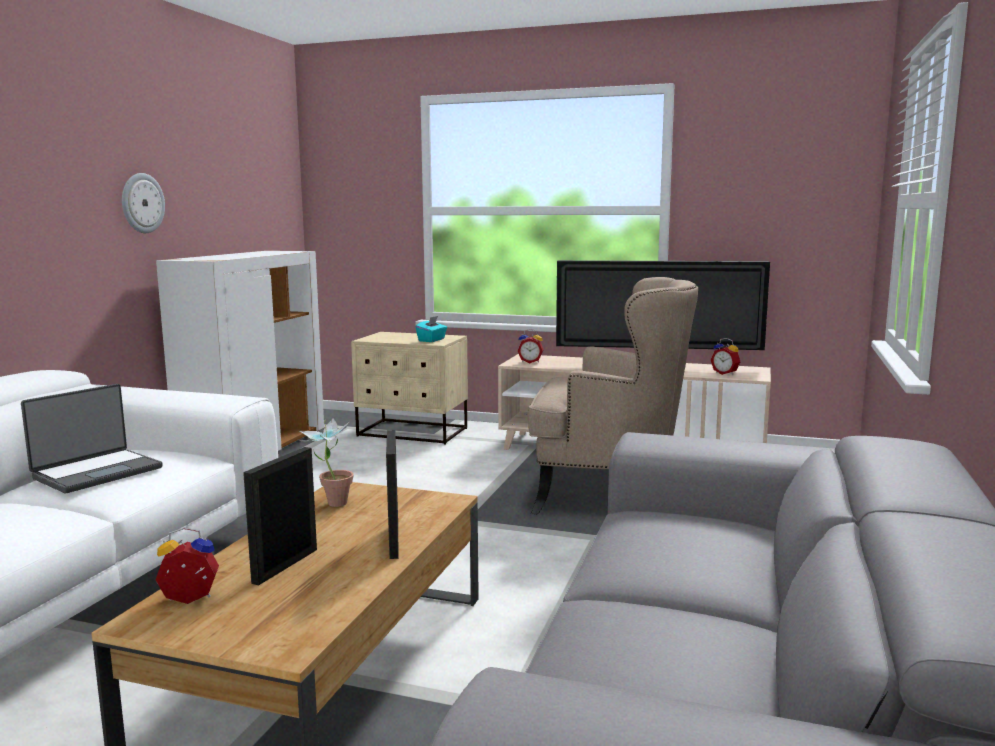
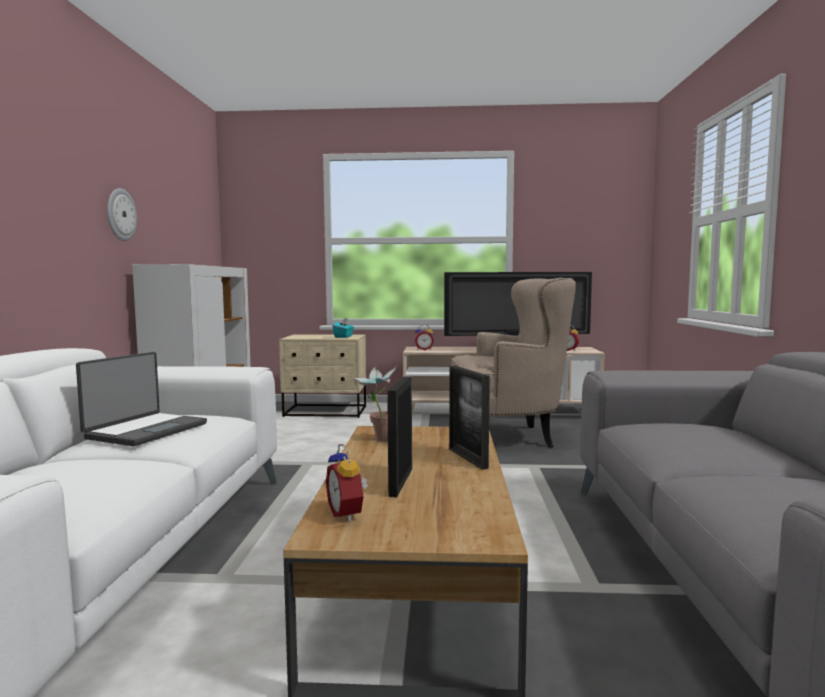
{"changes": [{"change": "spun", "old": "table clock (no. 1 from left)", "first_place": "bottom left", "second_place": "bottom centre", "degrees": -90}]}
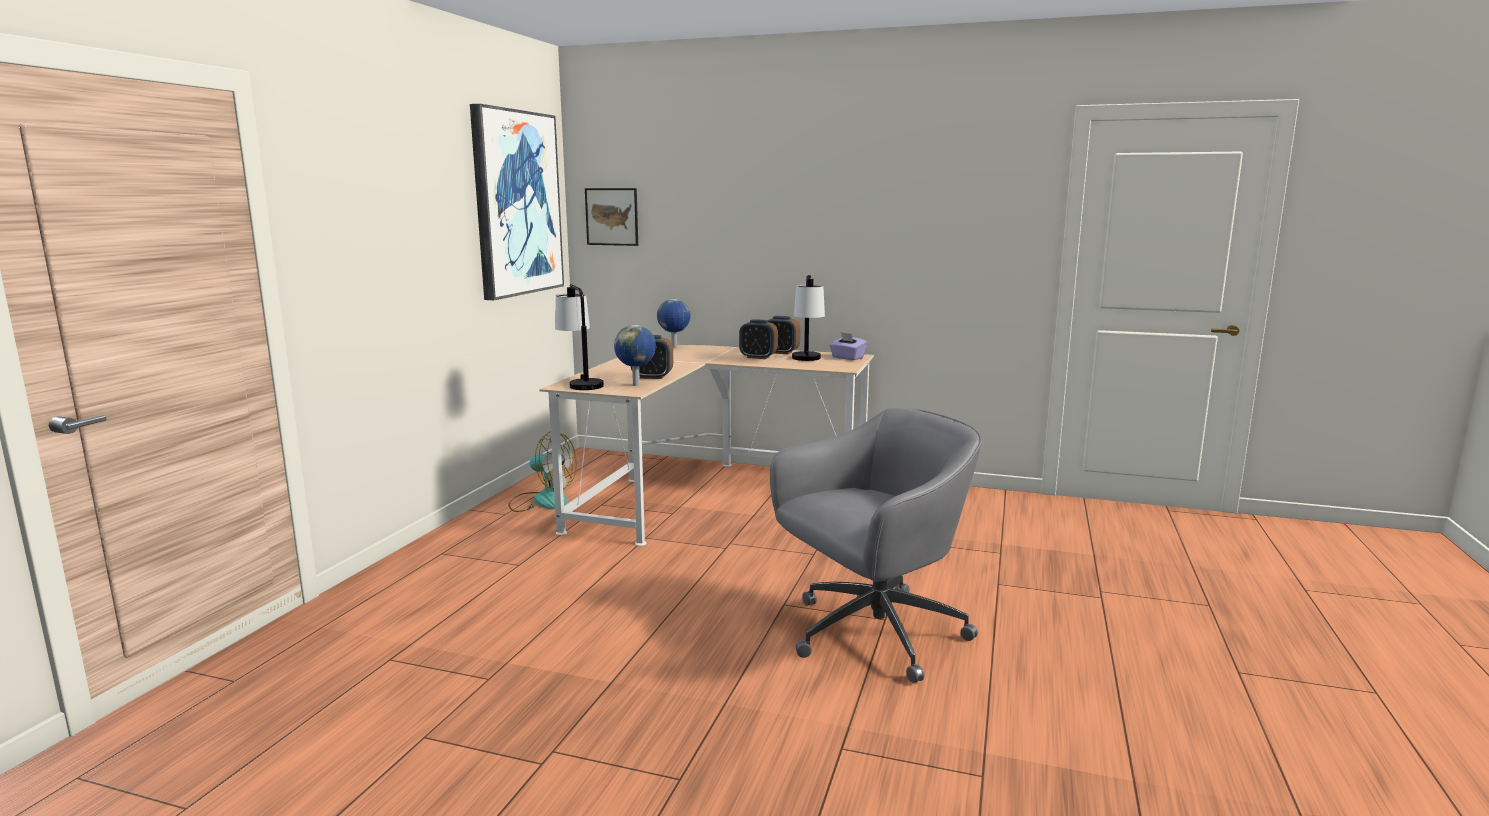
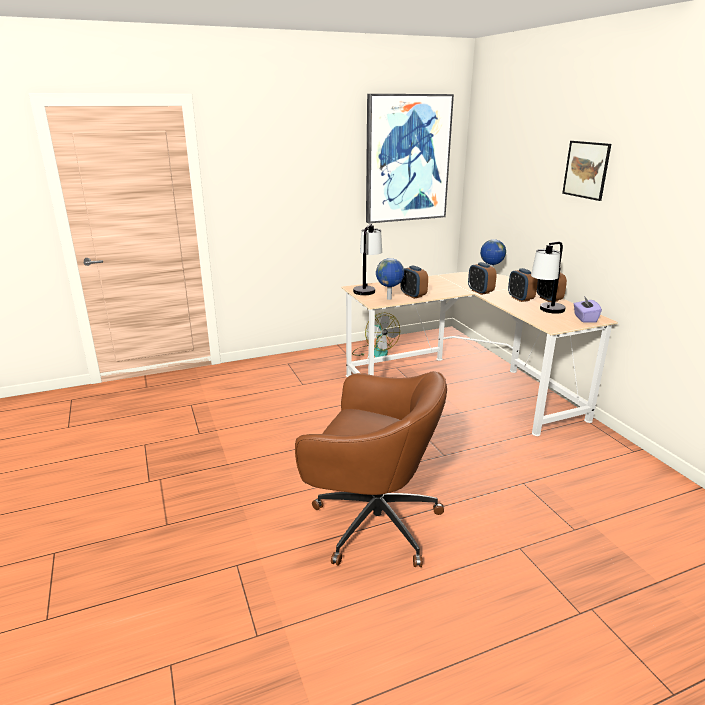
{"changes": [{"change": "appeared", "new": "table clock (no. 2 from left)", "second_place": "middle right"}, {"change": "relocated", "old": "picture (no. 2 from left)", "first_place": "top centre", "second_place": "top right"}, {"change": "colour", "old": "grey computer chair", "new": "brown-coloured computer chair", "first_place": "bottom centre", "second_place": "centre"}]}
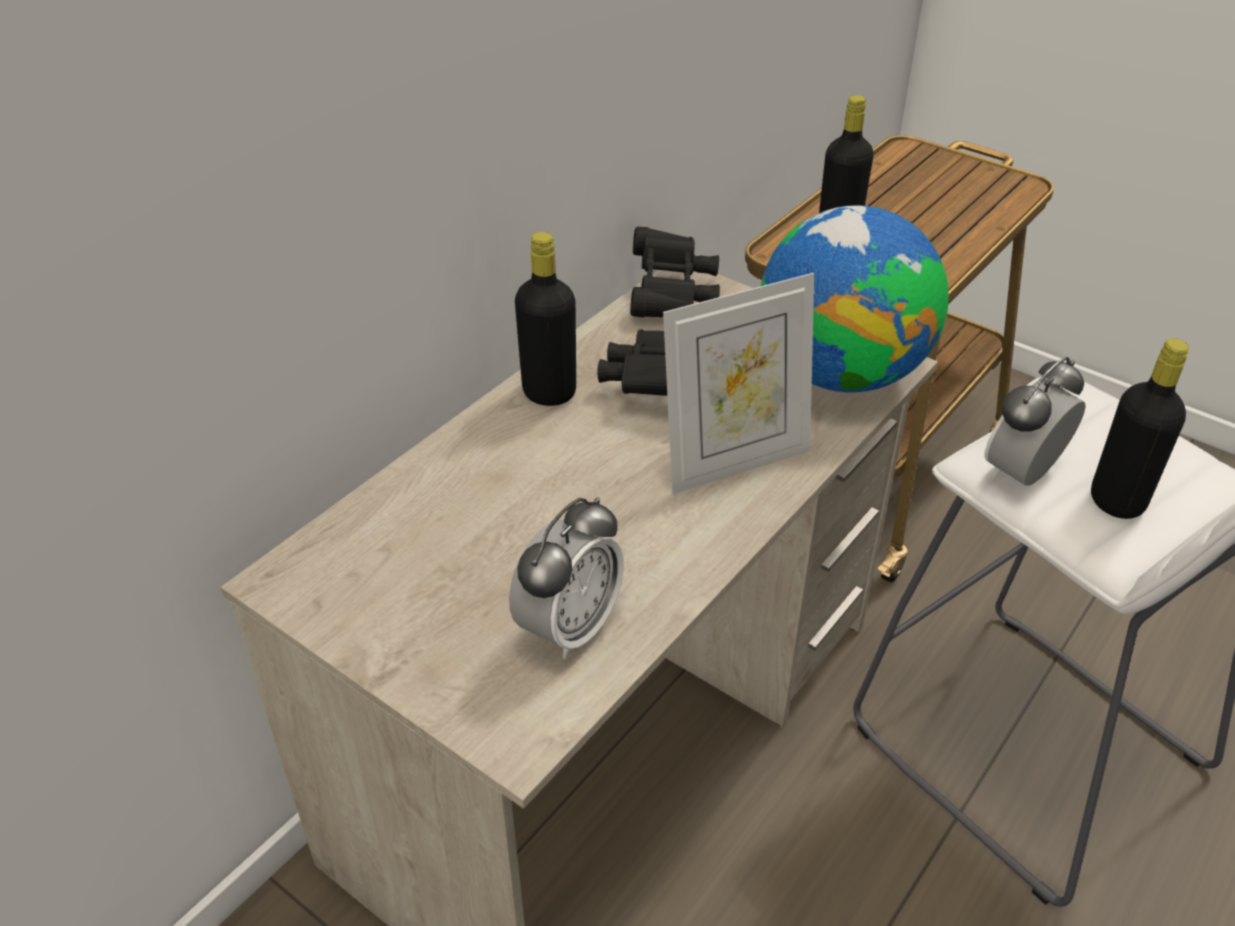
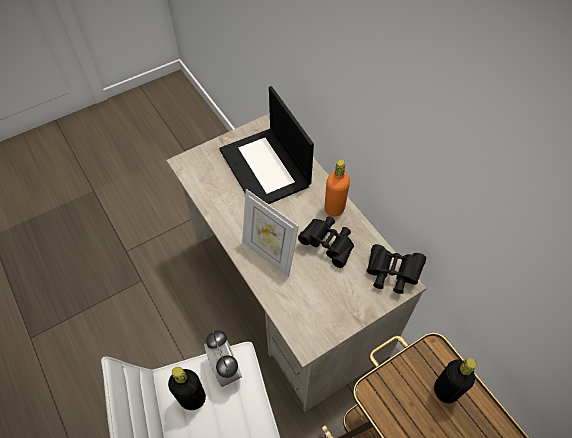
{"changes": [{"change": "missing", "old": "table clock (no. 1 from left)", "first_place": "centre"}, {"change": "missing", "old": "globe", "first_place": "top right"}, {"change": "appeared", "new": "notebook computer", "second_place": "top centre"}, {"change": "colour", "old": "black-coloured beverage bottle (no. 1 from left)", "new": "orange beverage bottle", "first_place": "centre", "second_place": "centre"}, {"change": "spun", "old": "standing frame", "first_place": "centre", "second_place": "centre", "degrees": -45}]}
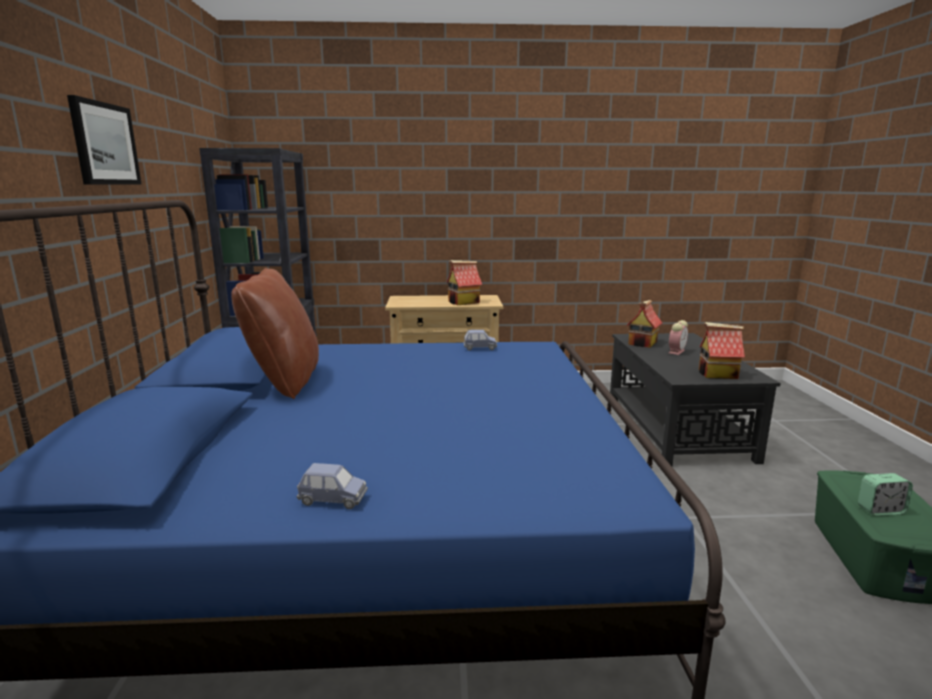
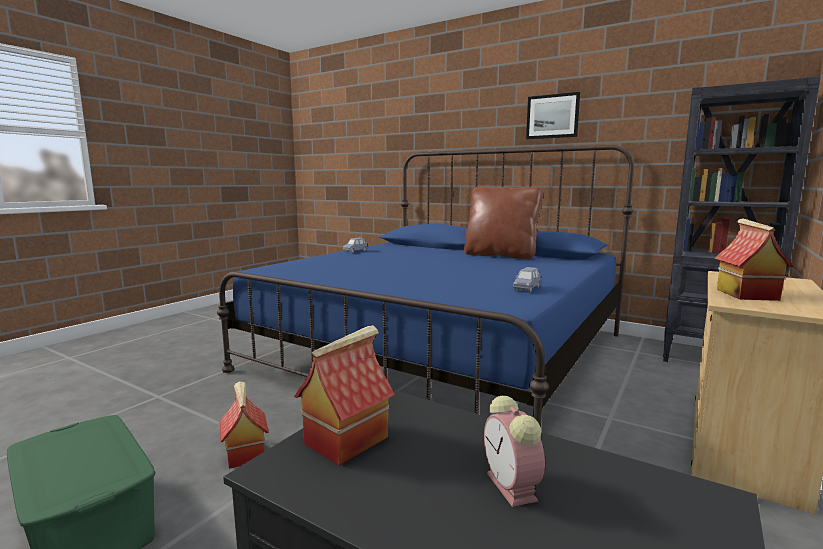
{"changes": [{"change": "missing", "old": "table clock (no. 2 from left)", "first_place": "bottom right"}, {"change": "relocated", "old": "miniature house (no. 2 from left in the first image)", "new": "miniature house (no. 1 from left)", "first_place": "middle right", "second_place": "bottom left"}]}
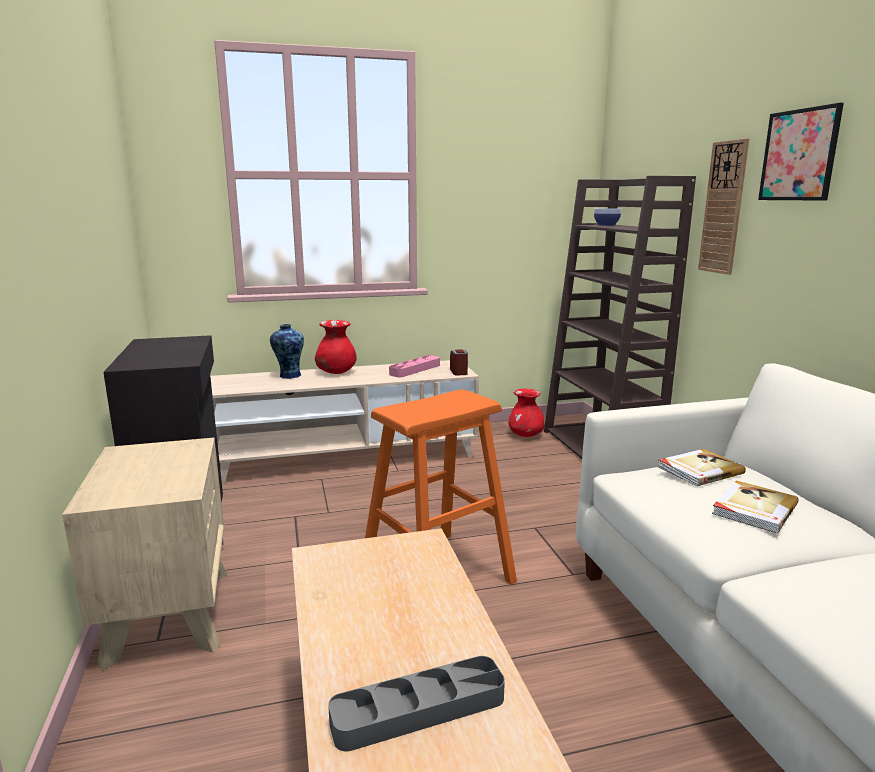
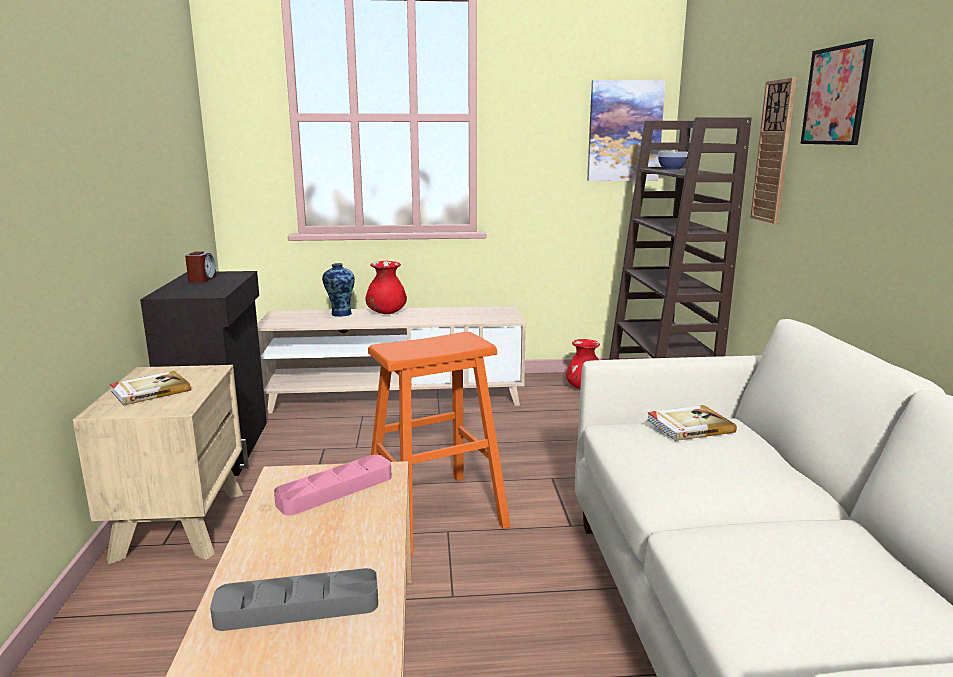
{"changes": [{"change": "appeared", "new": "picture (no. 1 from left)", "second_place": "top centre"}, {"change": "relocated", "old": "pink carrying tray", "first_place": "centre", "second_place": "bottom centre"}, {"change": "relocated", "old": "table clock", "first_place": "centre", "second_place": "middle left"}, {"change": "relocated", "old": "volume (no. 2 from left in the first image)", "new": "volume (no. 1 from left)", "first_place": "middle right", "second_place": "middle left"}]}
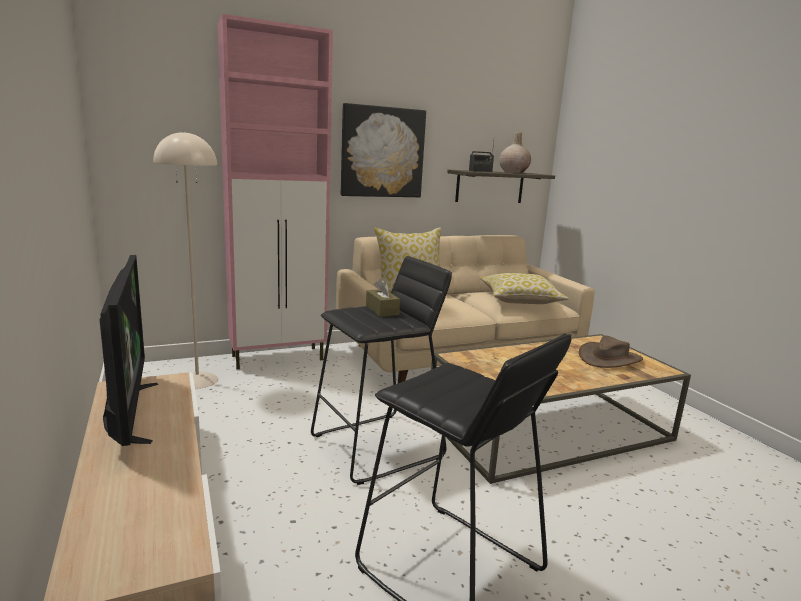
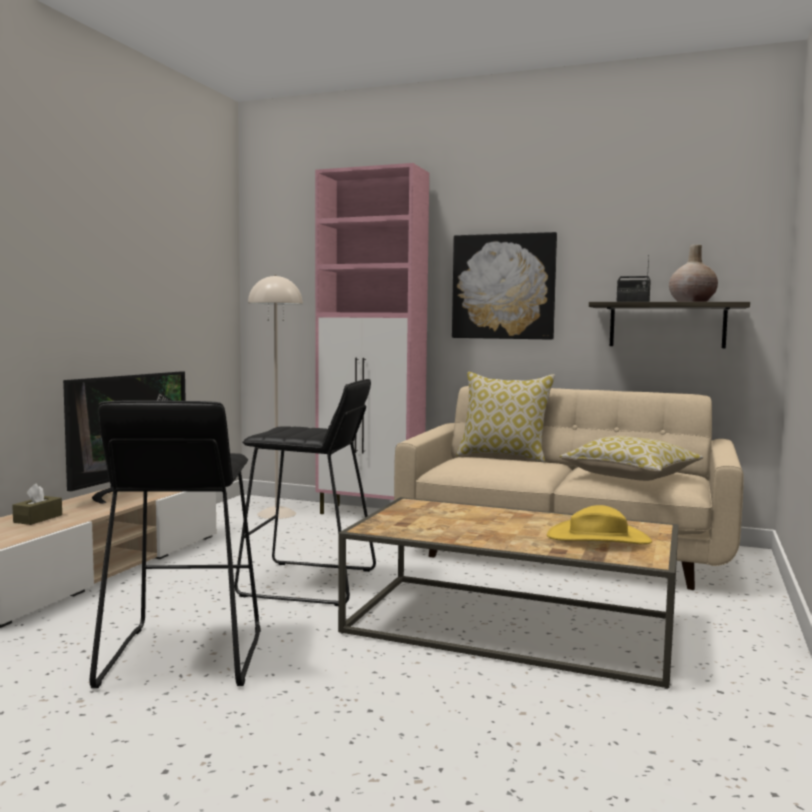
{"changes": [{"change": "relocated", "old": "brown-coloured tissue holder", "first_place": "centre", "second_place": "middle left"}, {"change": "colour", "old": "brown-coloured hat", "new": "yellow hat", "first_place": "middle right", "second_place": "middle right"}]}
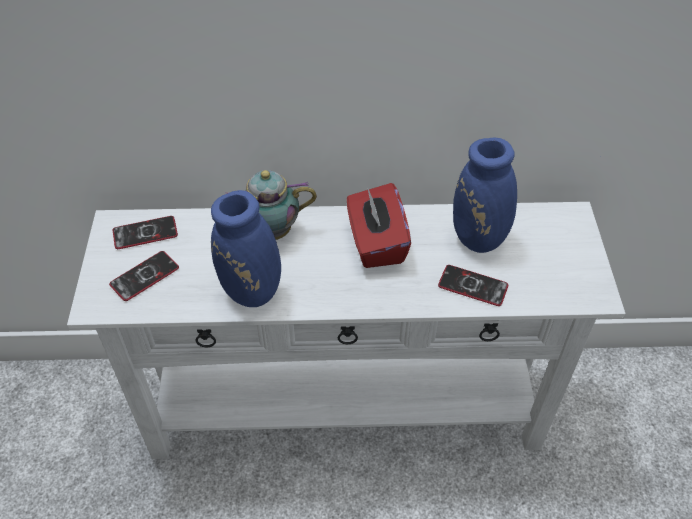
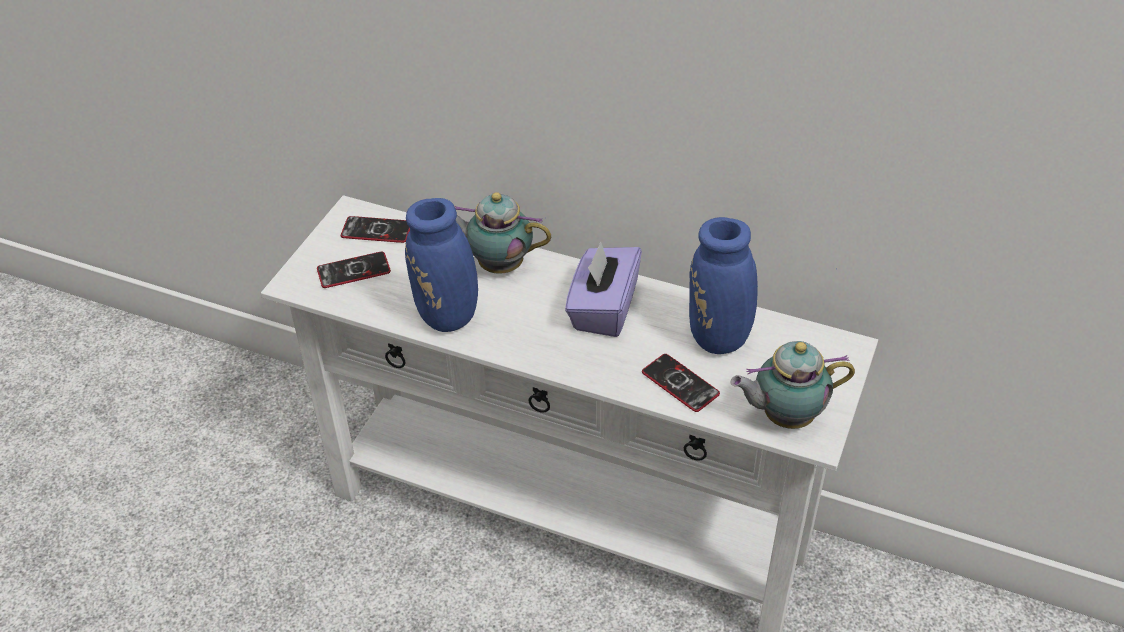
{"changes": [{"change": "appeared", "new": "tea pot (no. 2 from left)", "second_place": "middle right"}, {"change": "colour", "old": "red tissue holder", "new": "purplish tissue holder", "first_place": "centre", "second_place": "centre"}]}
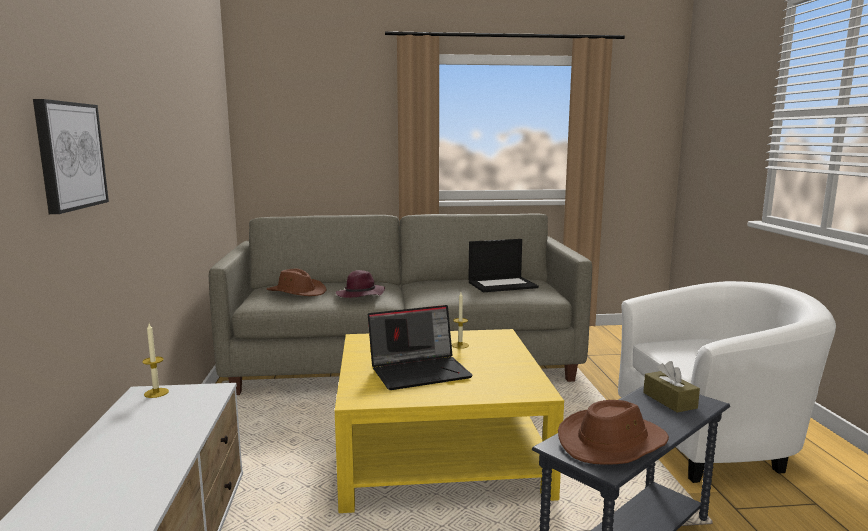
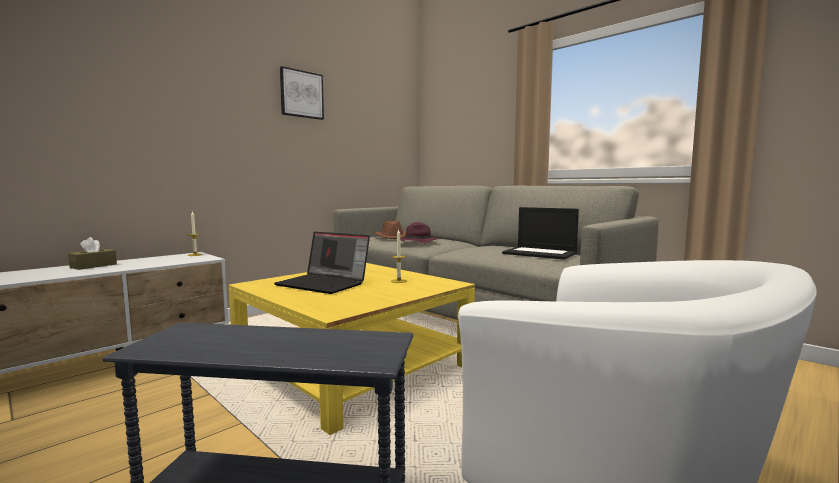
{"changes": [{"change": "missing", "old": "brown-coloured hat (no. 2 from left)", "first_place": "bottom right"}, {"change": "relocated", "old": "picture", "first_place": "top left", "second_place": "top centre"}, {"change": "relocated", "old": "brown-coloured tissue holder", "first_place": "bottom right", "second_place": "middle left"}]}
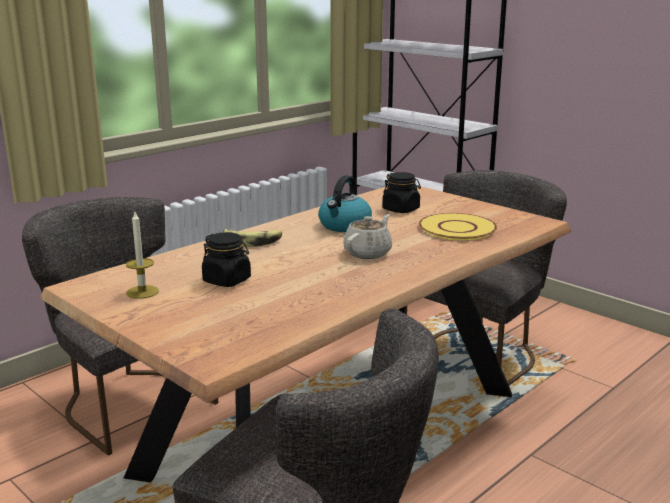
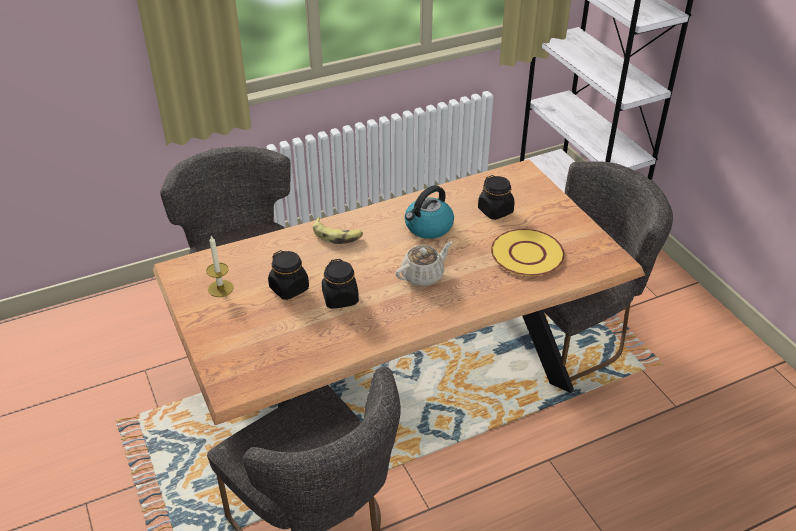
{"changes": [{"change": "appeared", "new": "black-coloured storage jar (no. 2 from left)", "second_place": "centre"}]}
